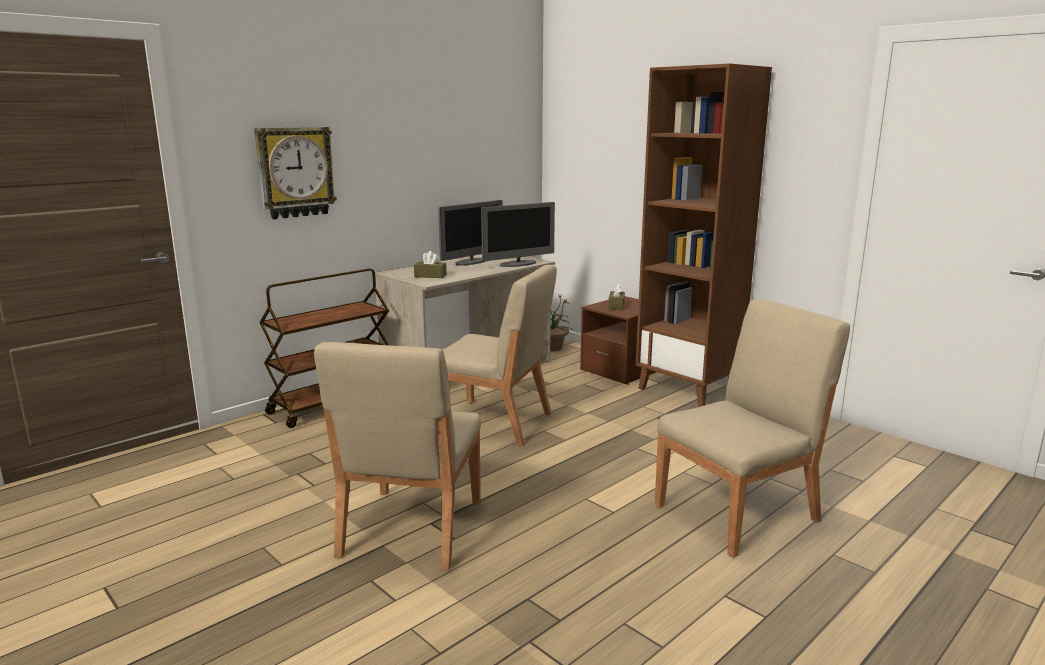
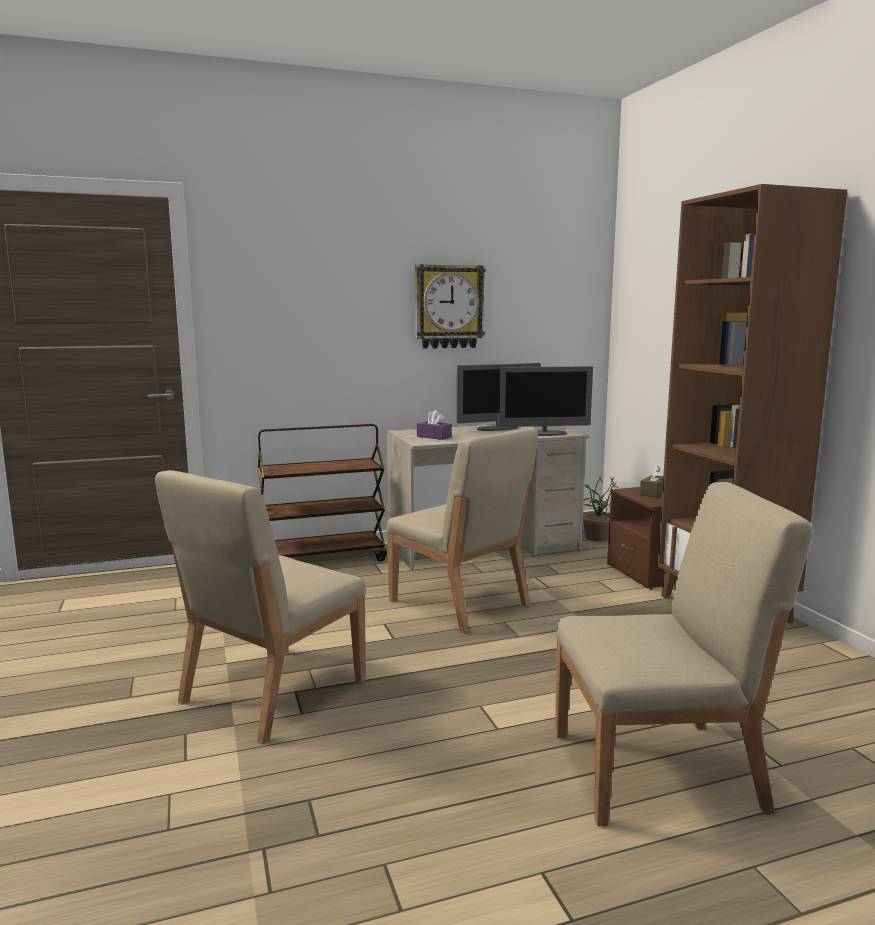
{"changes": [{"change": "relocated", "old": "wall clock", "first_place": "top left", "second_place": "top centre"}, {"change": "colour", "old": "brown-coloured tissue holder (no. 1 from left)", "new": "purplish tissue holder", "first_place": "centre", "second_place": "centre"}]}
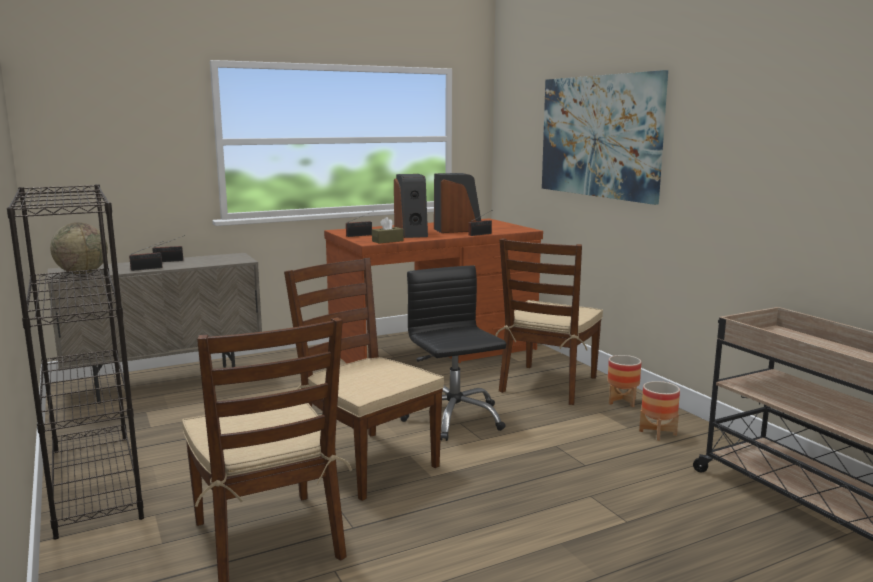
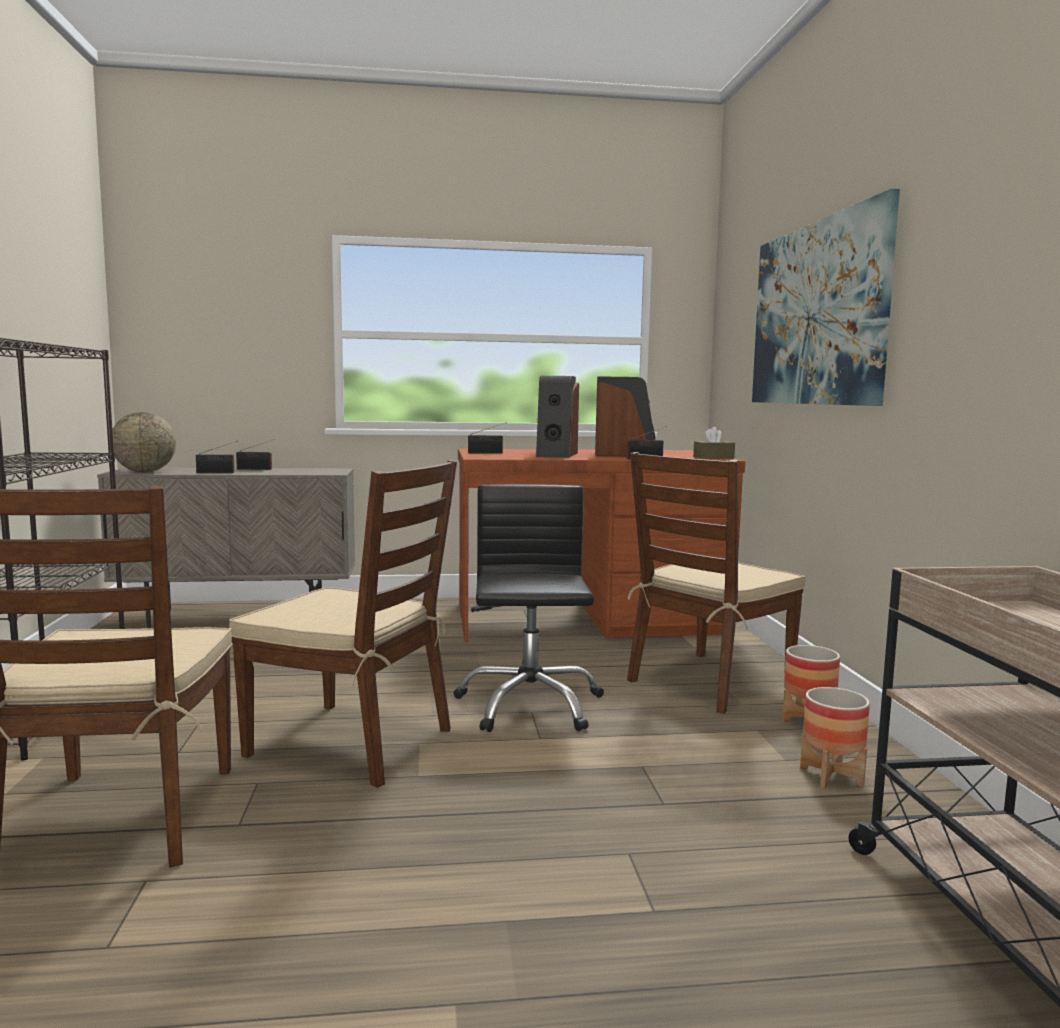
{"changes": [{"change": "relocated", "old": "brown-coloured tissue holder", "first_place": "centre", "second_place": "middle right"}, {"change": "spun", "old": "brown-coloured plain chair (no. 2 from left)", "first_place": "centre", "second_place": "middle left", "degrees": 135}]}
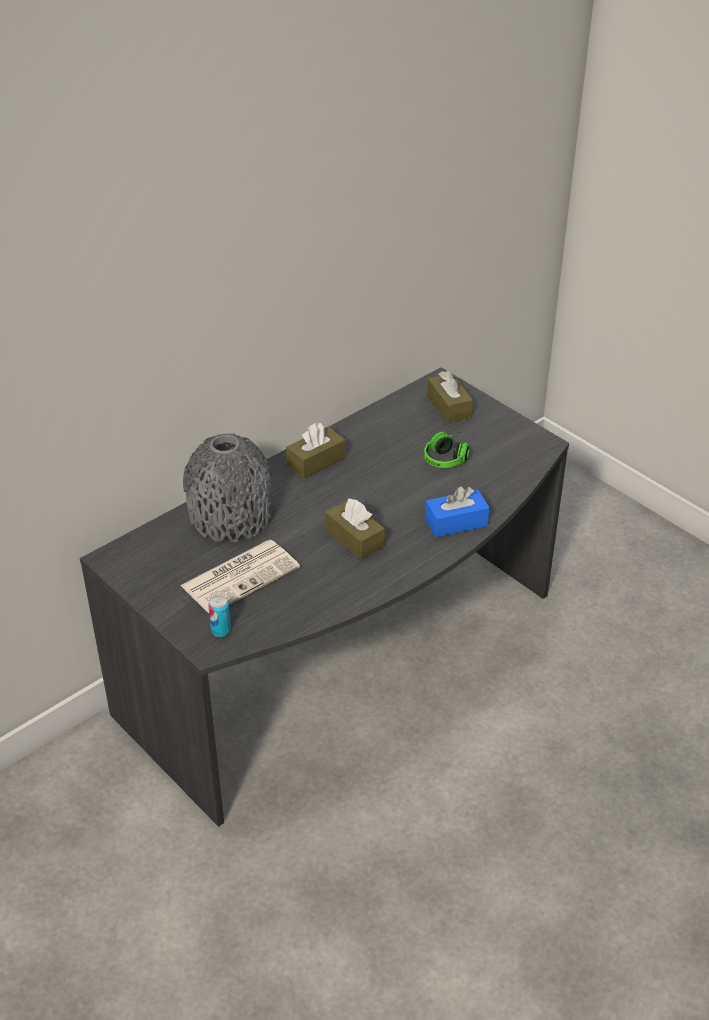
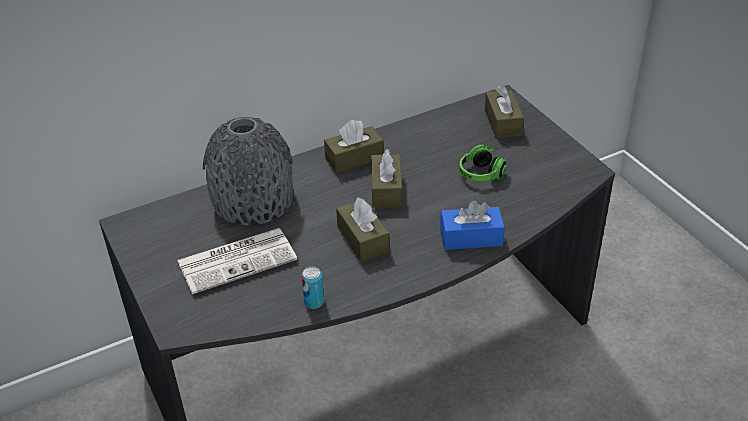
{"changes": [{"change": "appeared", "new": "brown-coloured tissue holder (no. 3 from left)", "second_place": "centre"}, {"change": "relocated", "old": "sealed can", "first_place": "middle left", "second_place": "bottom centre"}]}
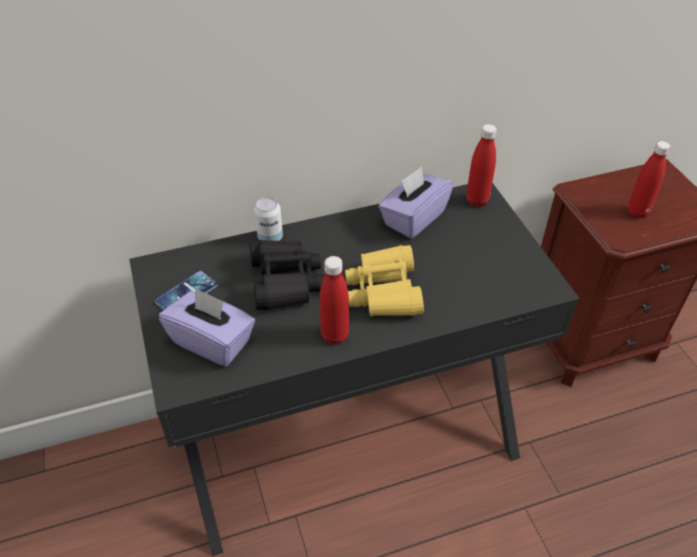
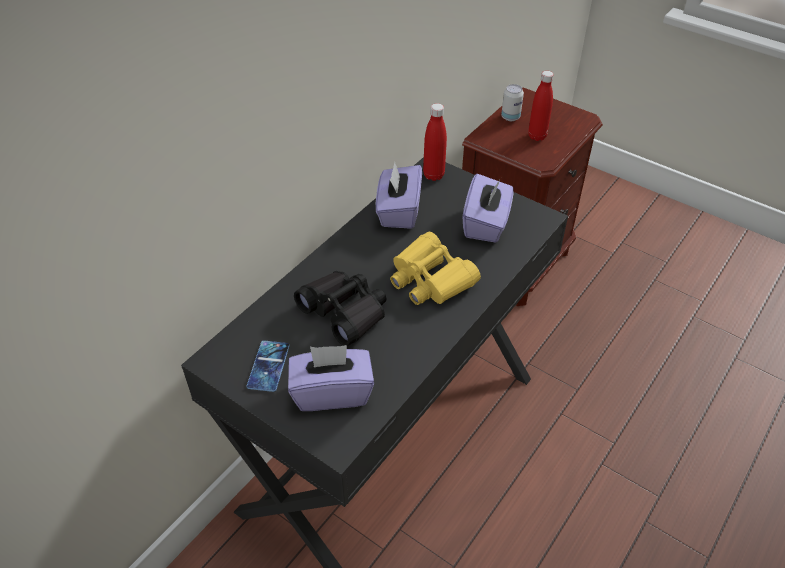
{"changes": [{"change": "missing", "old": "red beverage bottle (no. 1 from left)", "first_place": "centre"}, {"change": "appeared", "new": "purplish tissue holder (no. 3 from left)", "second_place": "centre"}, {"change": "relocated", "old": "sealed can", "first_place": "centre", "second_place": "top centre"}]}
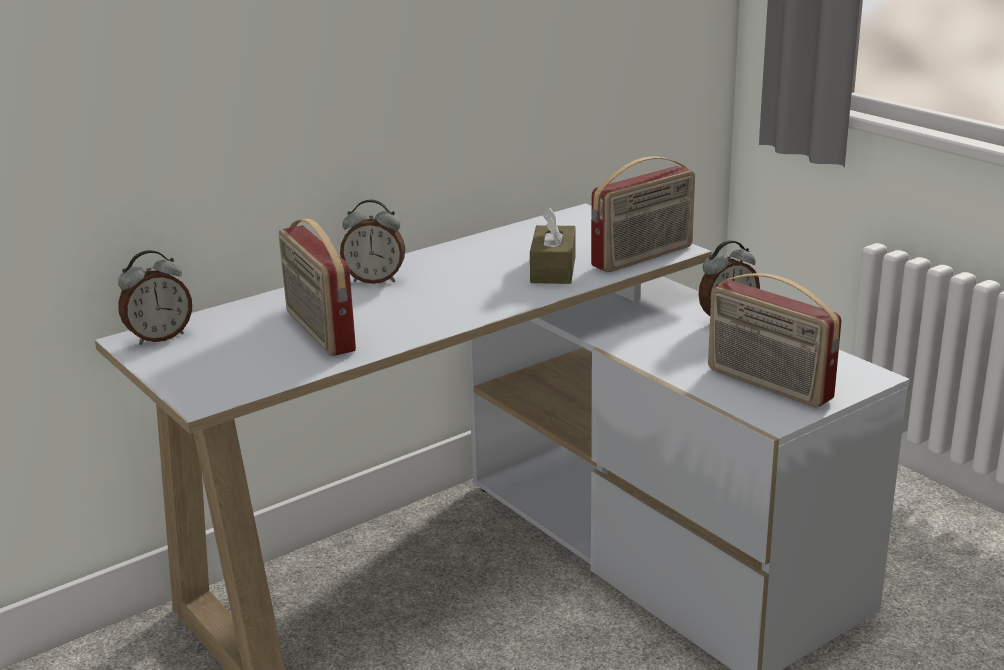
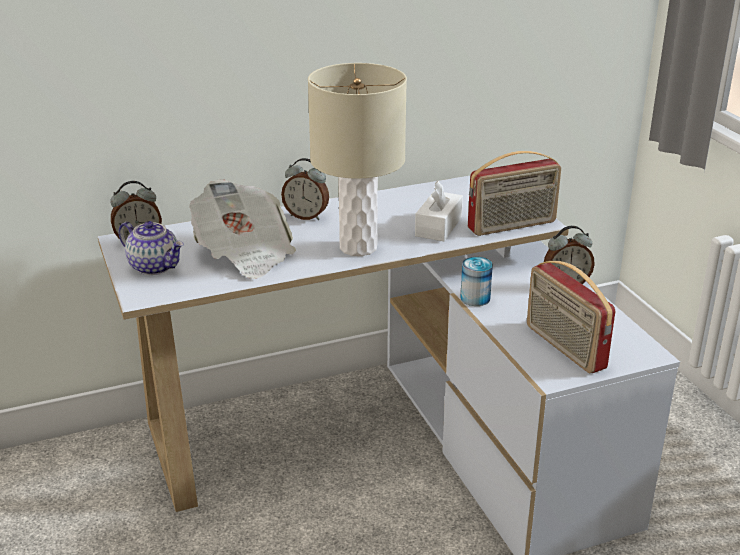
{"changes": [{"change": "appeared", "new": "tea pot", "second_place": "middle left"}, {"change": "appeared", "new": "sand-coloured lamp for a table", "second_place": "top centre"}, {"change": "appeared", "new": "sealed can", "second_place": "centre"}, {"change": "exchanged", "old": "radio receiver (no. 1 from left)", "new": "printed paper", "first_place": "middle left", "second_place": "middle left"}, {"change": "colour", "old": "brown-coloured tissue holder", "new": "white-coloured tissue holder", "first_place": "centre", "second_place": "centre"}]}
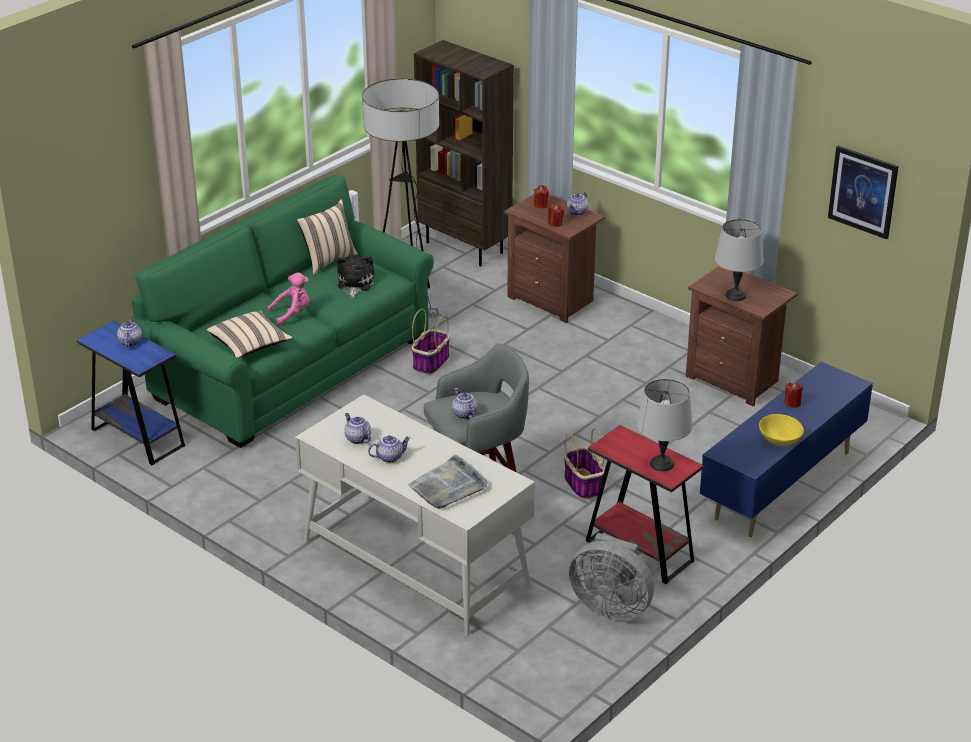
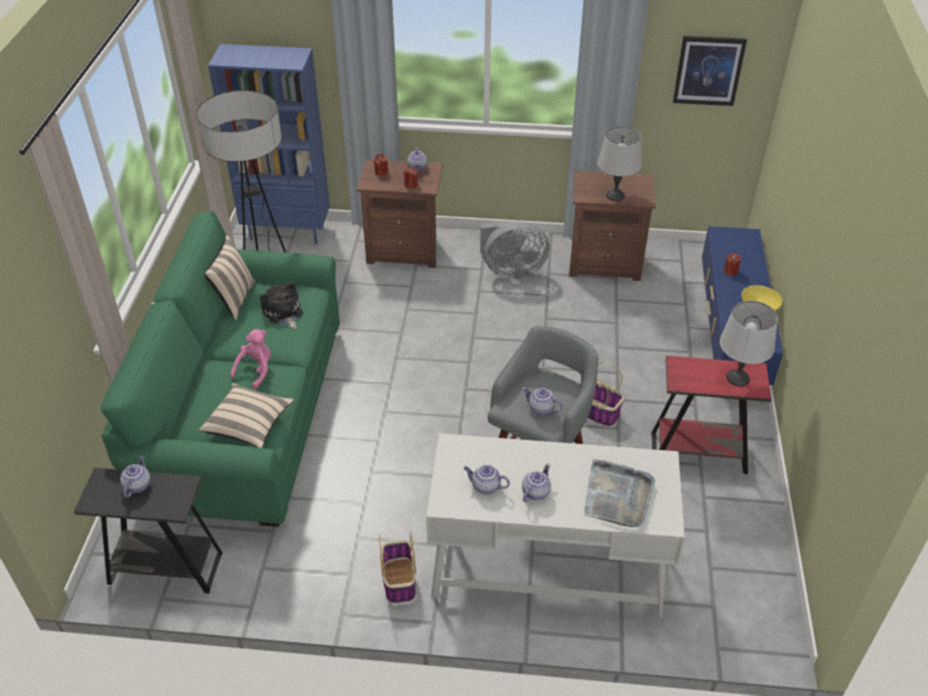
{"changes": [{"change": "relocated", "old": "household basket (no. 1 from left)", "first_place": "centre", "second_place": "bottom centre"}, {"change": "relocated", "old": "grey cooling fan", "first_place": "bottom centre", "second_place": "centre"}, {"change": "colour", "old": "blue end table", "new": "black-coloured end table", "first_place": "middle left", "second_place": "bottom left"}, {"change": "colour", "old": "brown-coloured bookshelf", "new": "blue bookshelf", "first_place": "top centre", "second_place": "top left"}, {"change": "spun", "old": "tea pot (no. 1 from left)", "first_place": "middle left", "second_place": "bottom left", "degrees": 45}]}
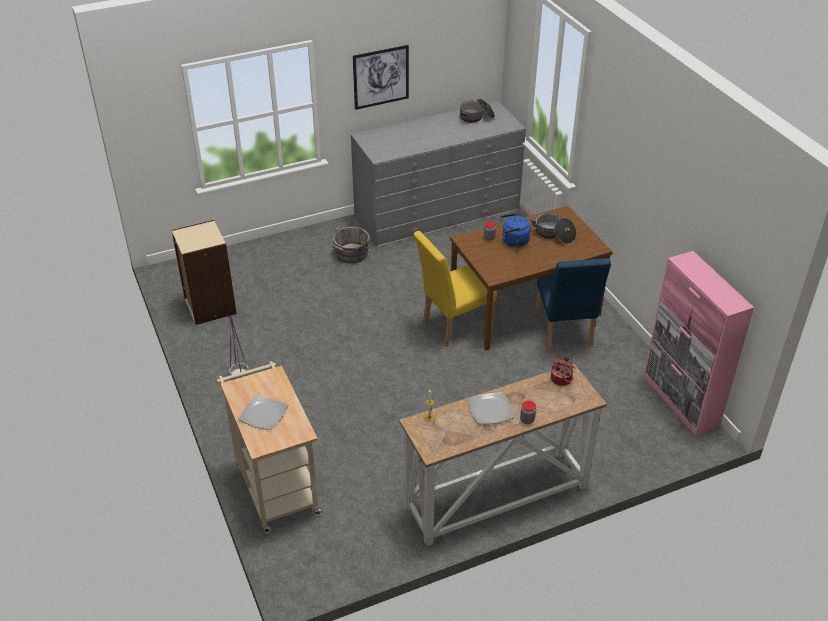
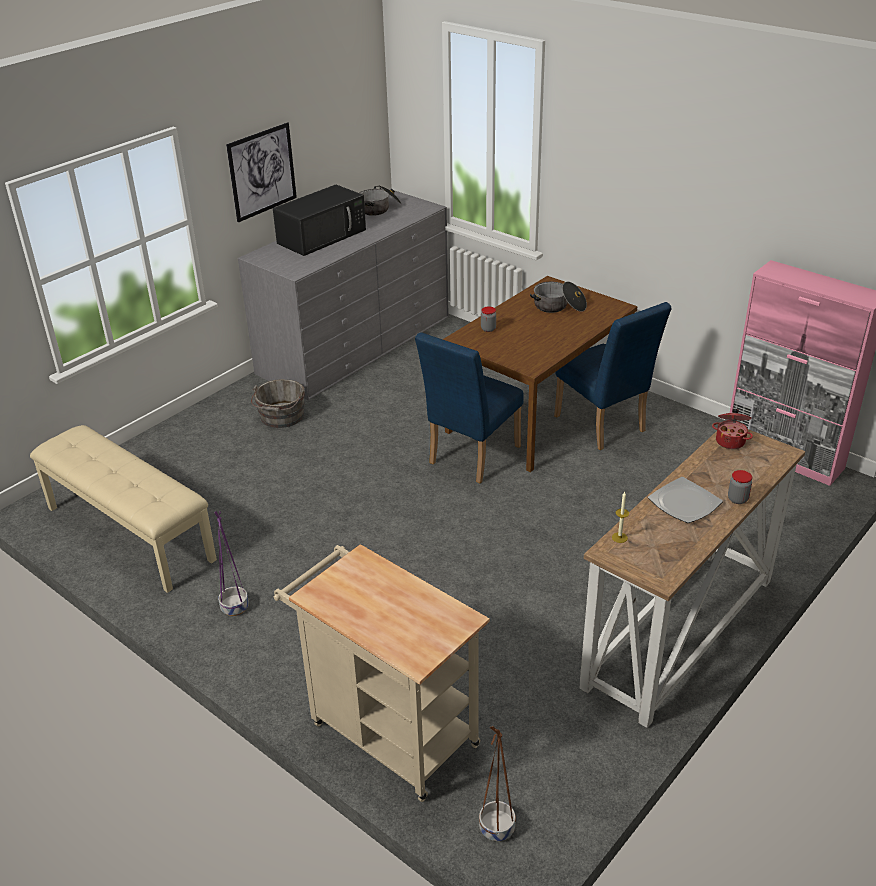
{"changes": [{"change": "missing", "old": "flat dish (no. 1 from left)", "first_place": "middle left"}, {"change": "missing", "old": "blue kettle", "first_place": "centre"}, {"change": "appeared", "new": "black-coloured microwave oven", "second_place": "top centre"}, {"change": "appeared", "new": "brown-coloured flower pot", "second_place": "bottom centre"}, {"change": "exchanged", "old": "sand-coloured bookshelf", "new": "sand-coloured long seat", "first_place": "middle left", "second_place": "middle left"}, {"change": "colour", "old": "yellow plain chair", "new": "blue plain chair (no. 1 from left)", "first_place": "centre", "second_place": "centre"}]}
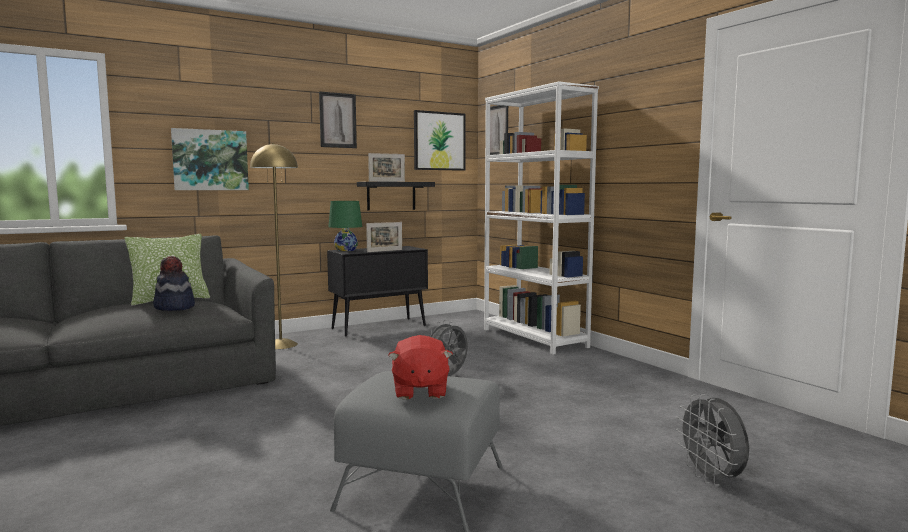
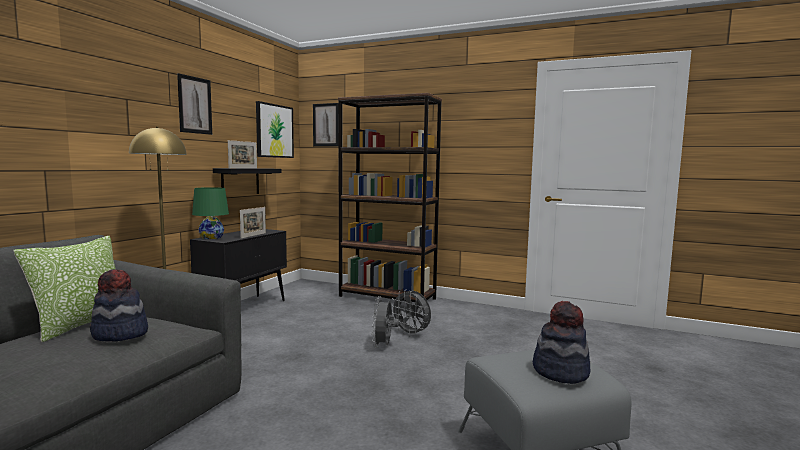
{"changes": [{"change": "missing", "old": "picture (no. 1 from left)", "first_place": "top left"}, {"change": "relocated", "old": "grey cooling fan (no. 2 from left)", "first_place": "bottom right", "second_place": "bottom centre"}, {"change": "exchanged", "old": "red plush toy", "new": "hat (no. 2 from left)", "first_place": "bottom centre", "second_place": "bottom right"}, {"change": "colour", "old": "white-coloured bookshelf", "new": "brown-coloured bookshelf", "first_place": "centre", "second_place": "centre"}]}
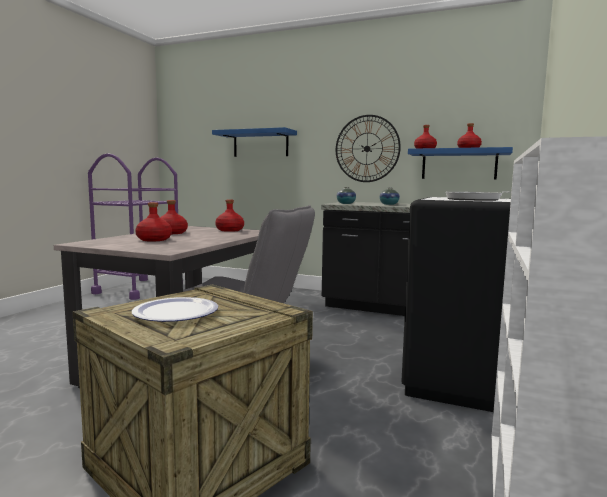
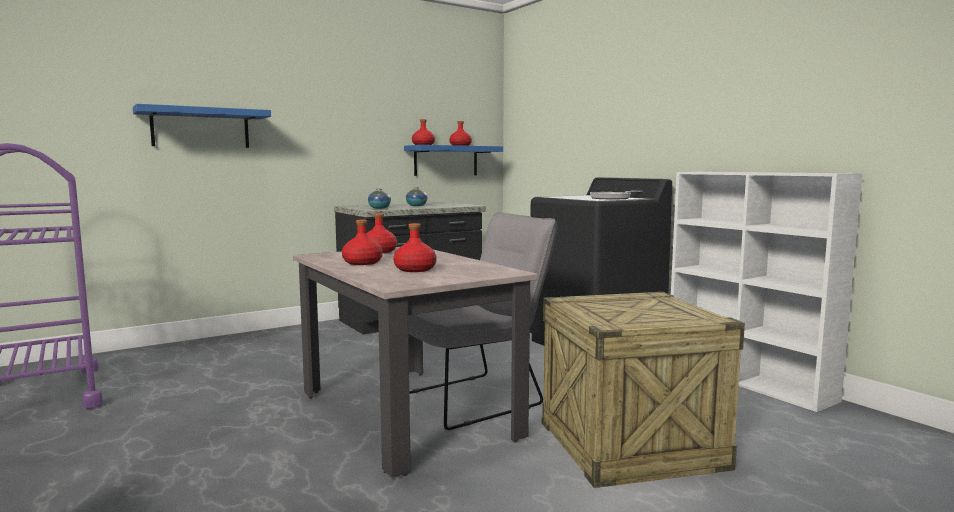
{"changes": [{"change": "missing", "old": "flat dish", "first_place": "middle left"}, {"change": "missing", "old": "wall clock", "first_place": "top centre"}]}
